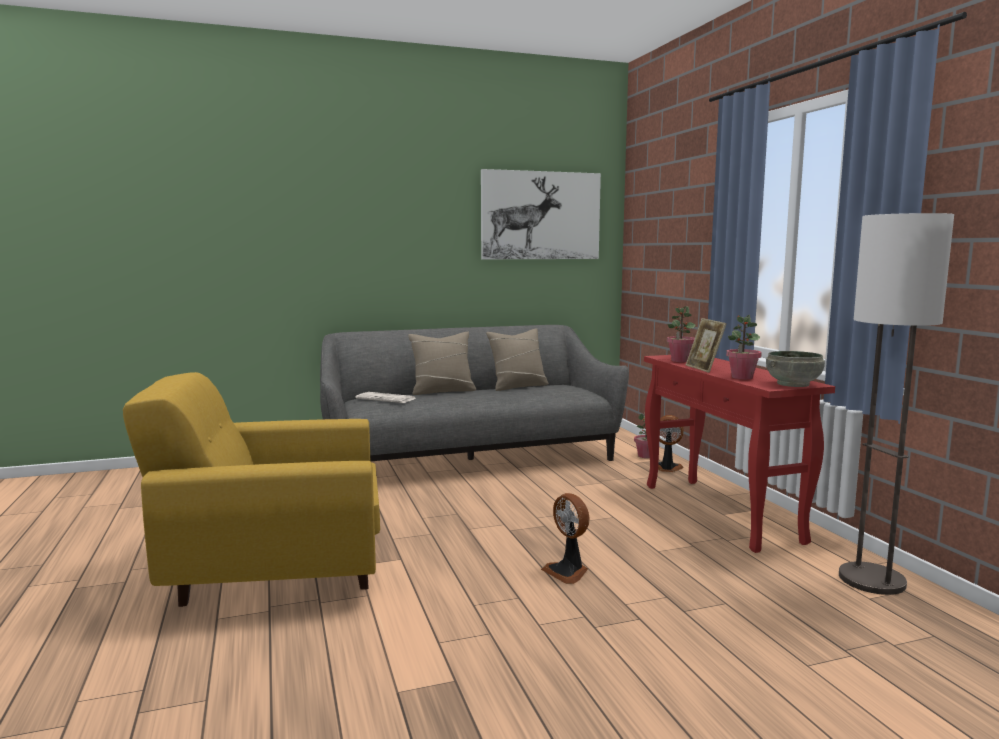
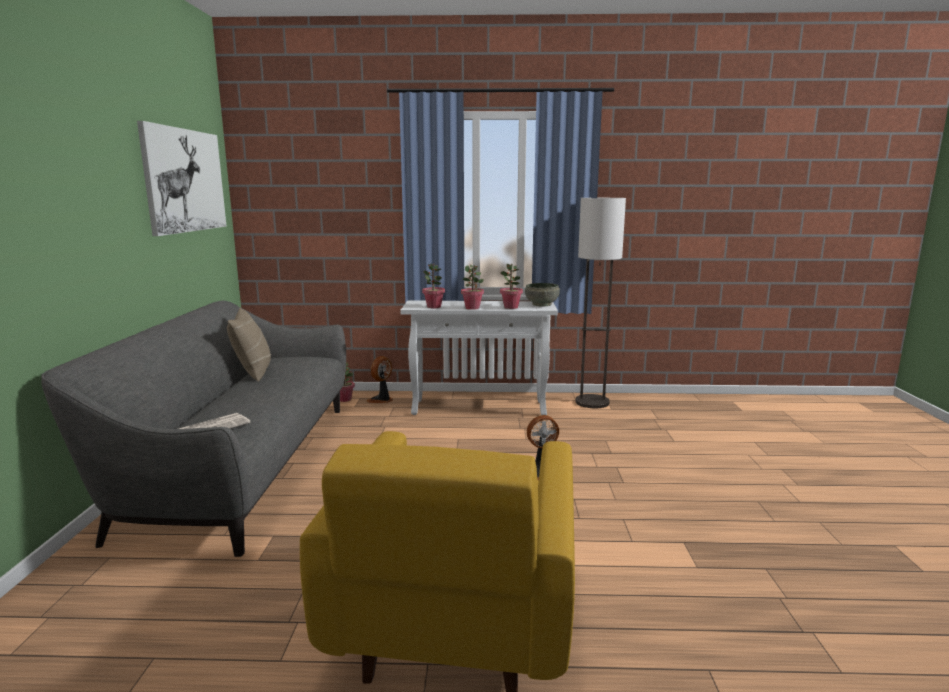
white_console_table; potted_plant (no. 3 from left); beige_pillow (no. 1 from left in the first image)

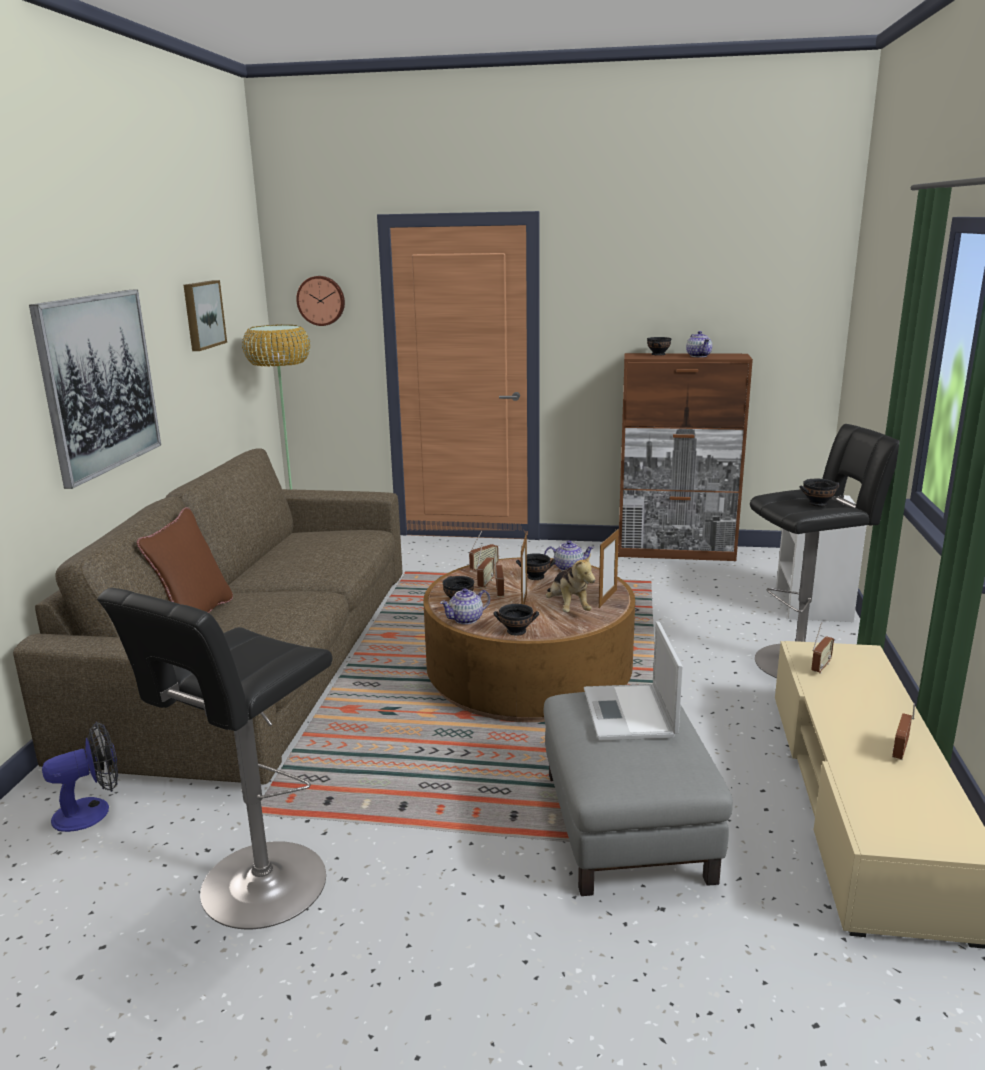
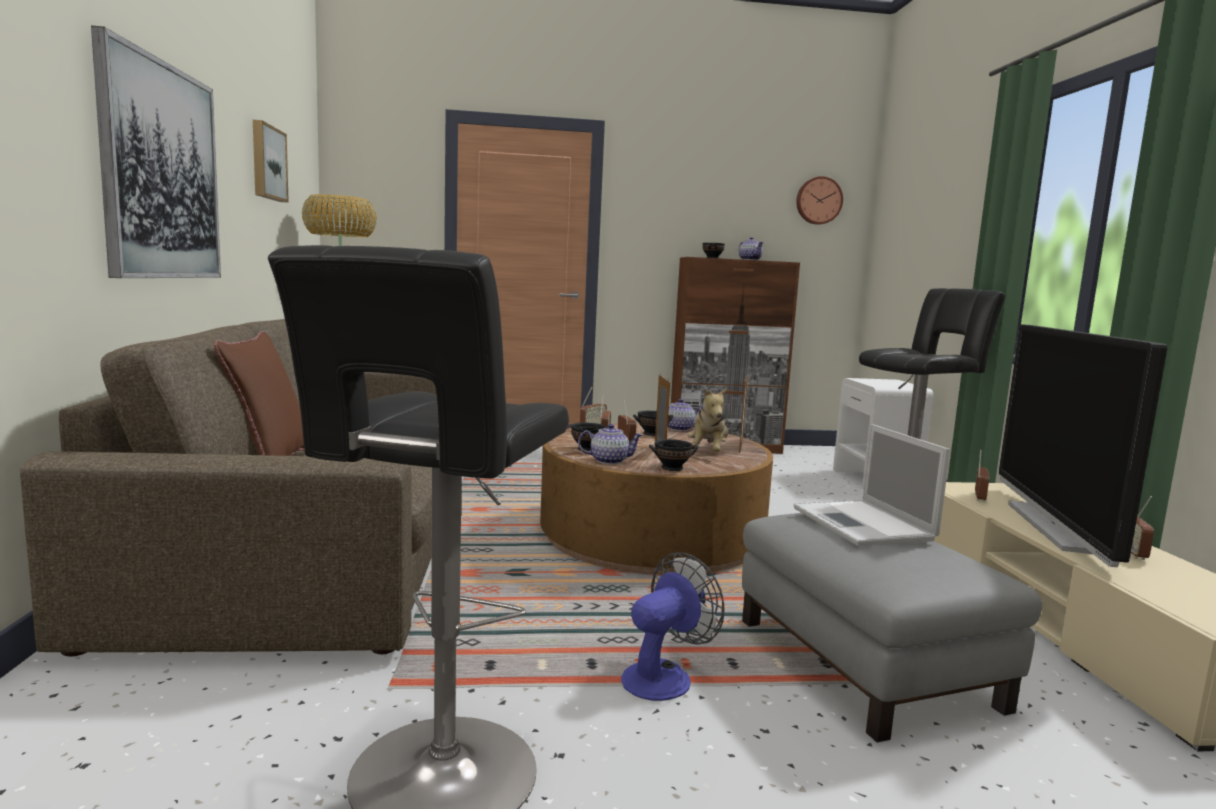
teapot (no. 1 from left); fan; plush_toy; wall_clock; television; black_bowl (no. 5 from left in the first image)

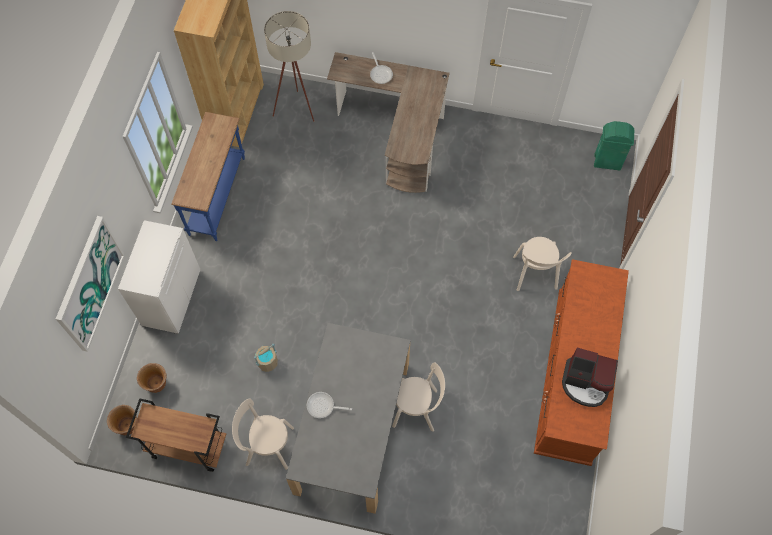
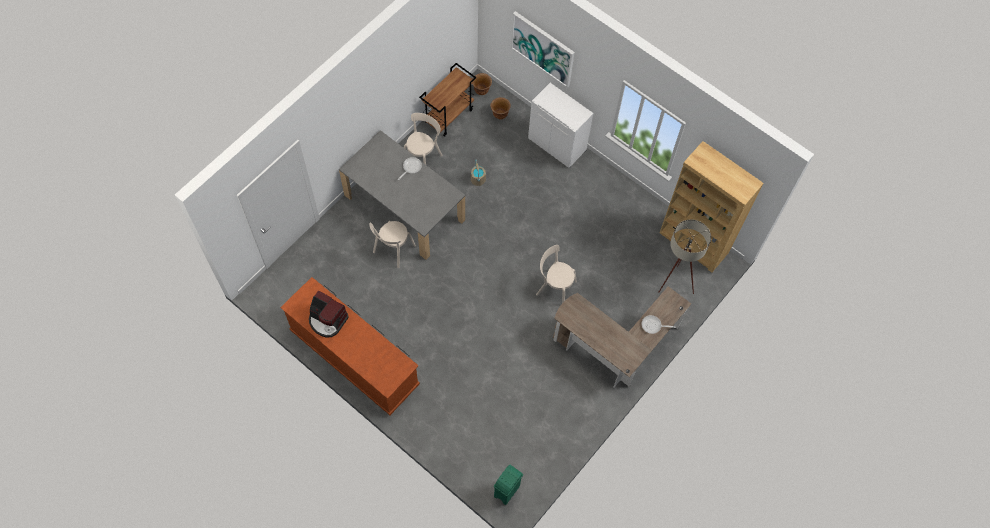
coffee_machine; beige_chair (no. 3 from left); blue_console_table

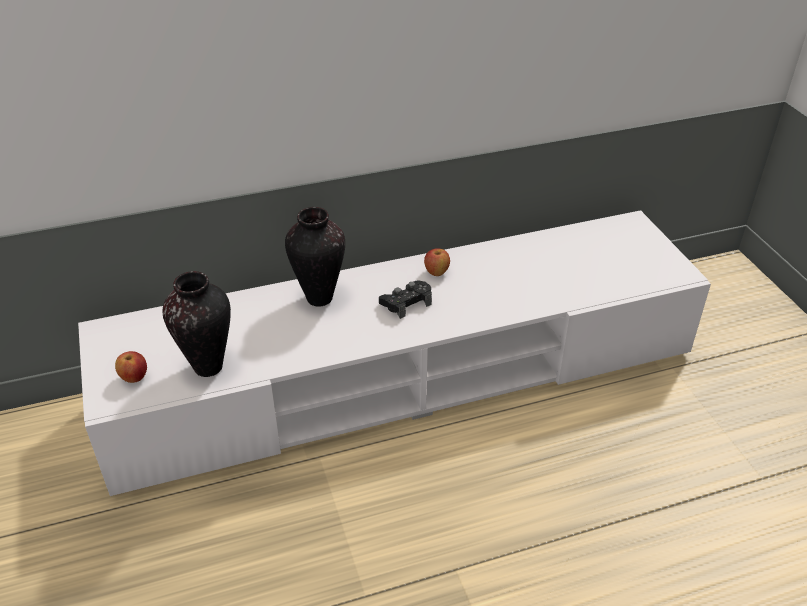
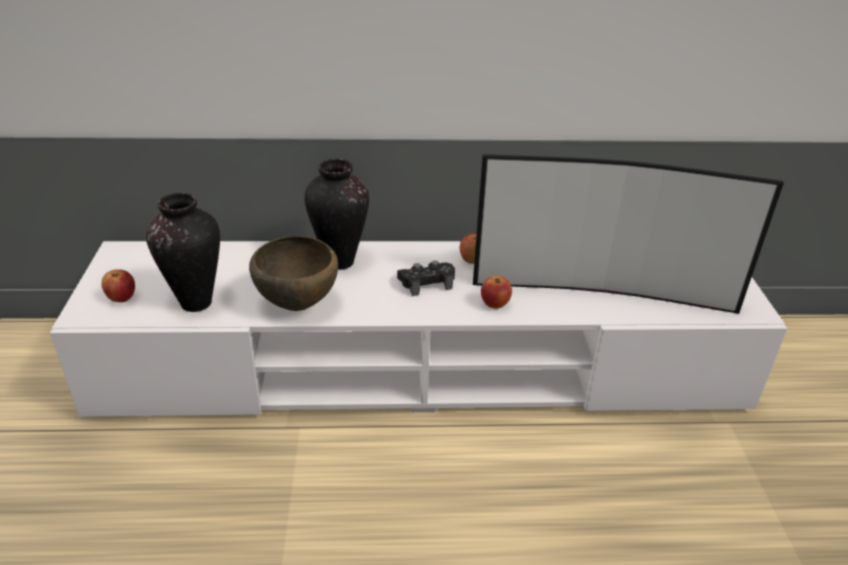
brown_bowl; television; apple (no. 3 from left)

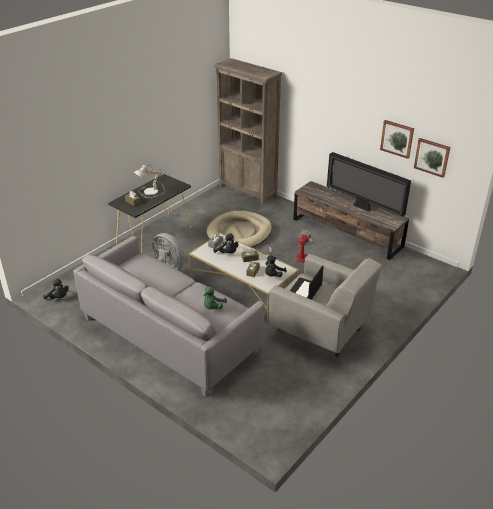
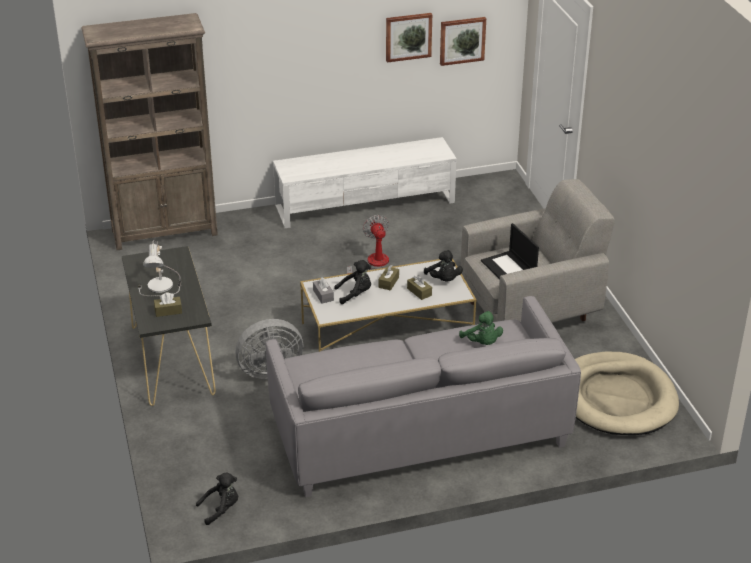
white_tv_stand; beige_dog_bed; television

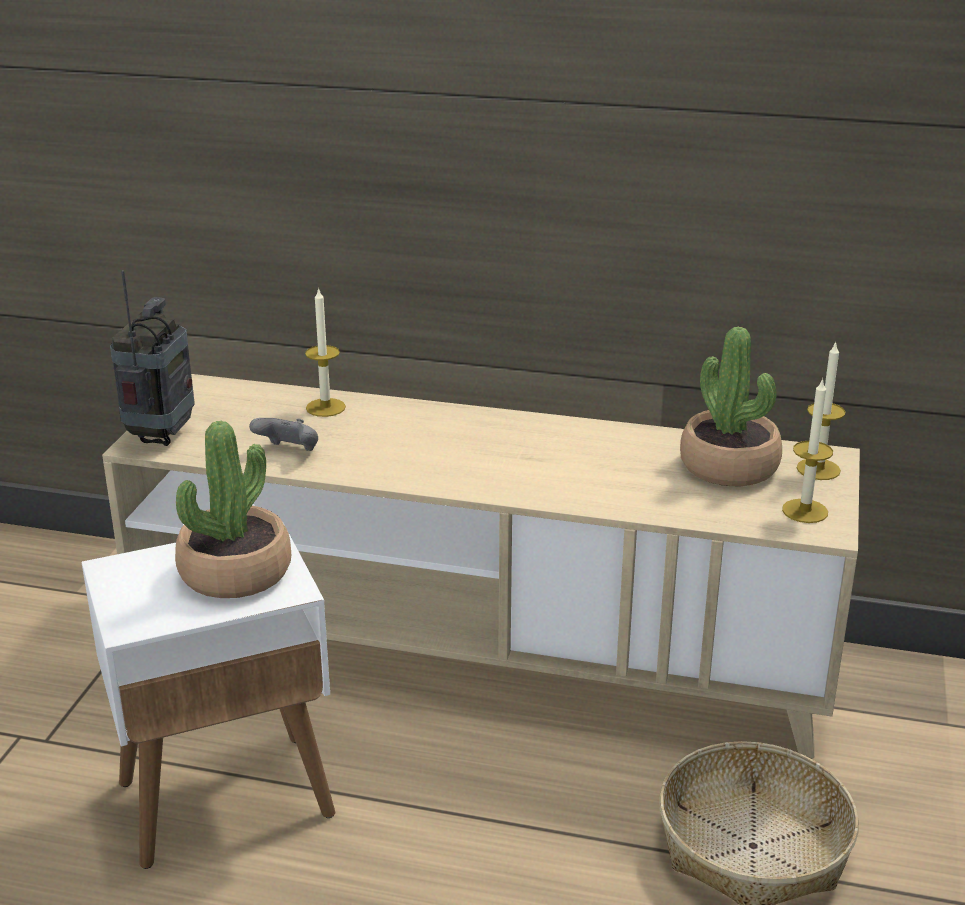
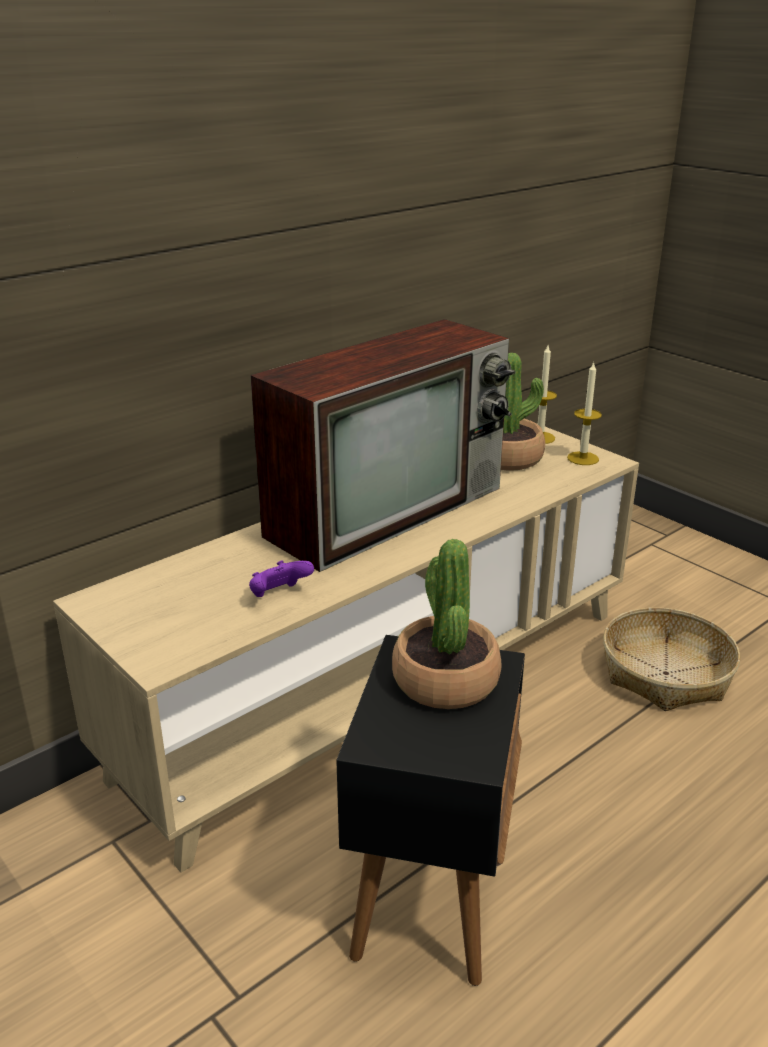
purple_game_controller; television; black_side_table; radio; candle (no. 1 from left in the first image)

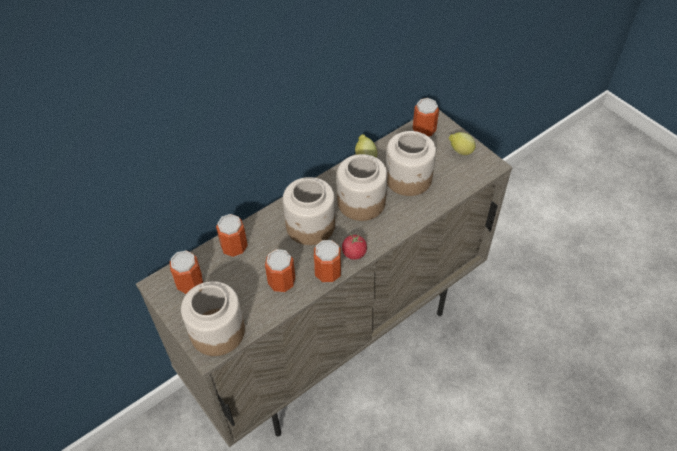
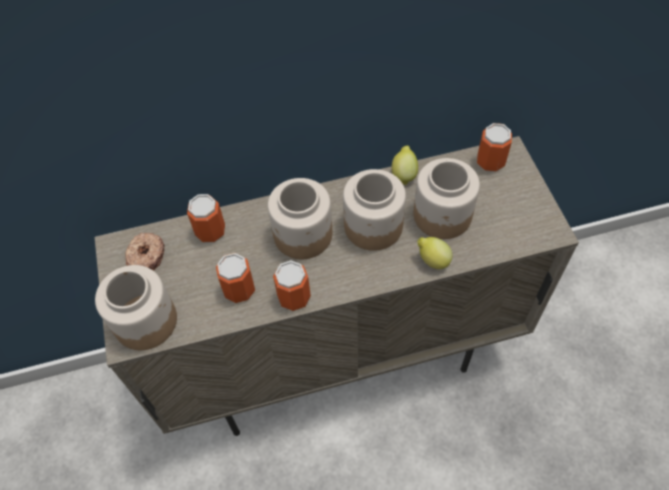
donut; lemon (no. 2 from left); tomato

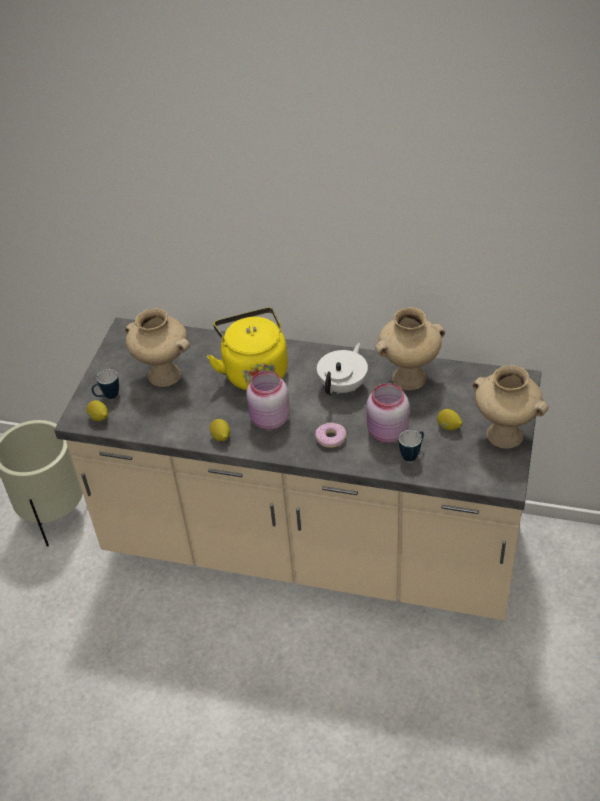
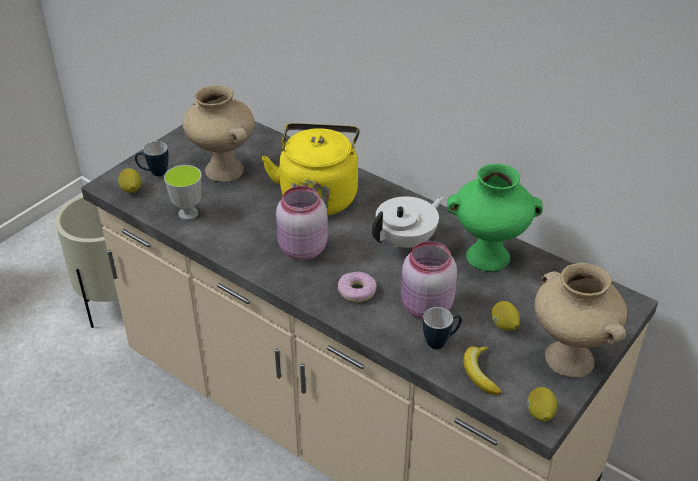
cup; green_vase; banana; lemon (no. 3 from left)

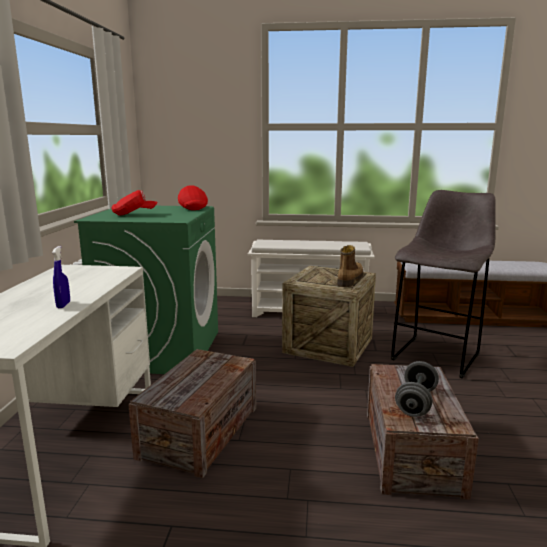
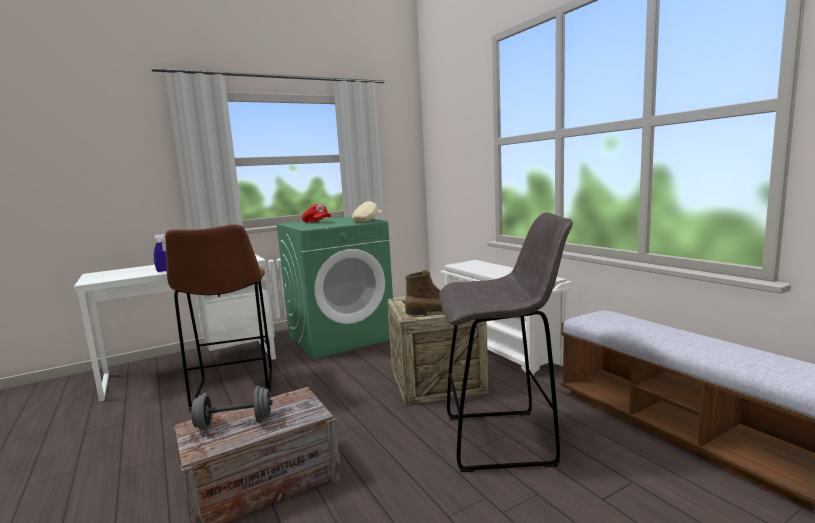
brown_stool; beige_cap

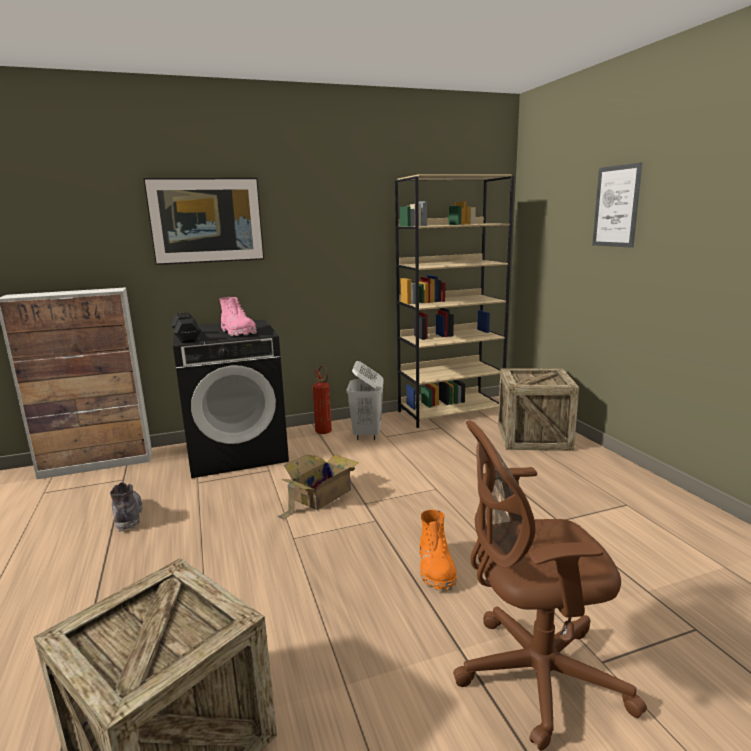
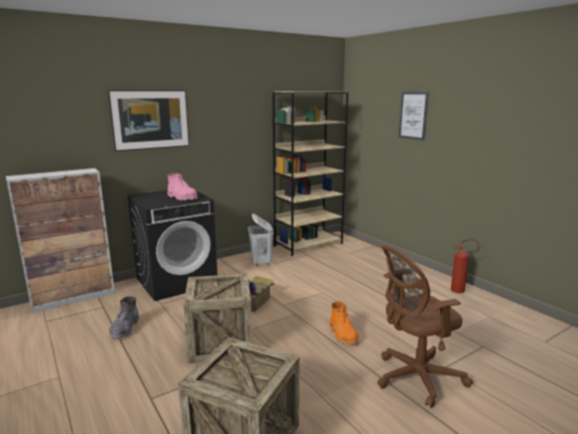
grey_boot; crate (no. 1 from left); fire_extinguisher; black_dumbbell

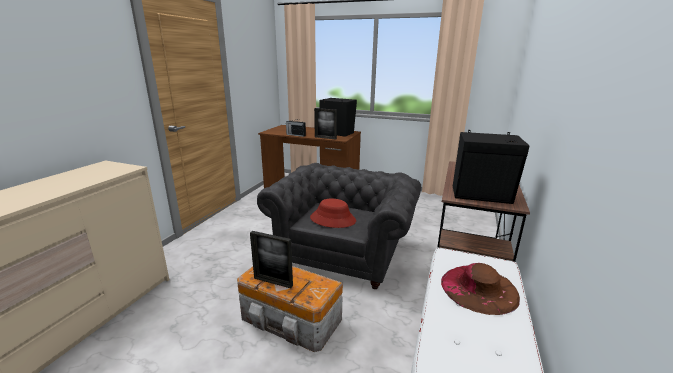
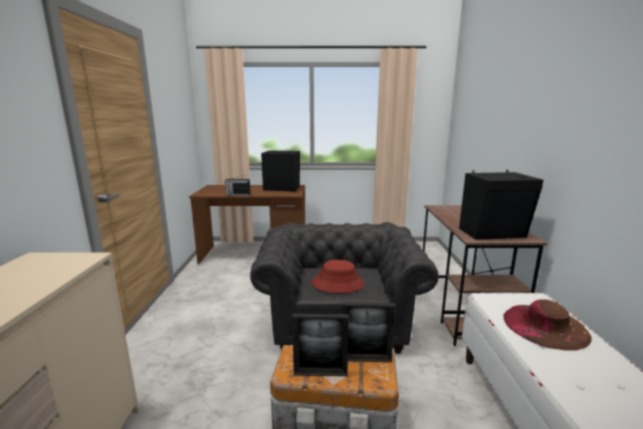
picture_frame (no. 2 from left)

